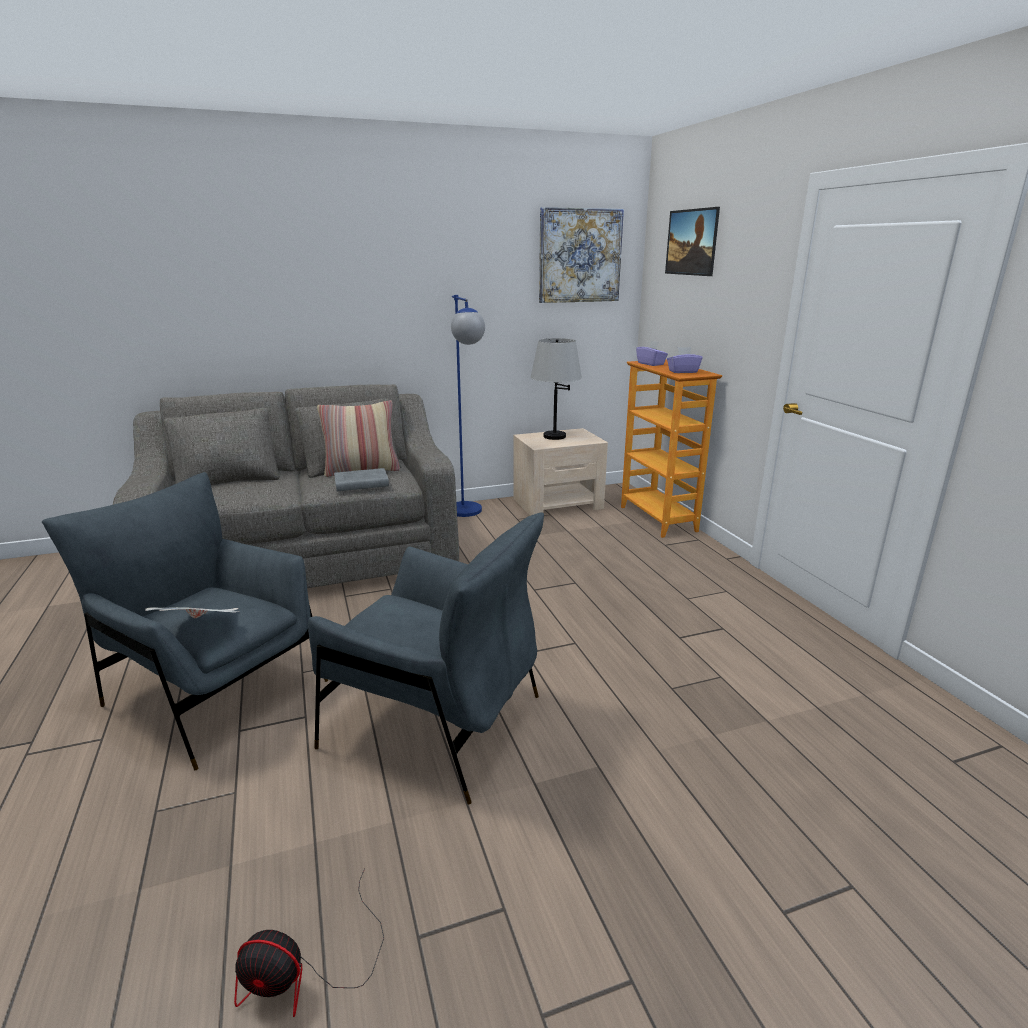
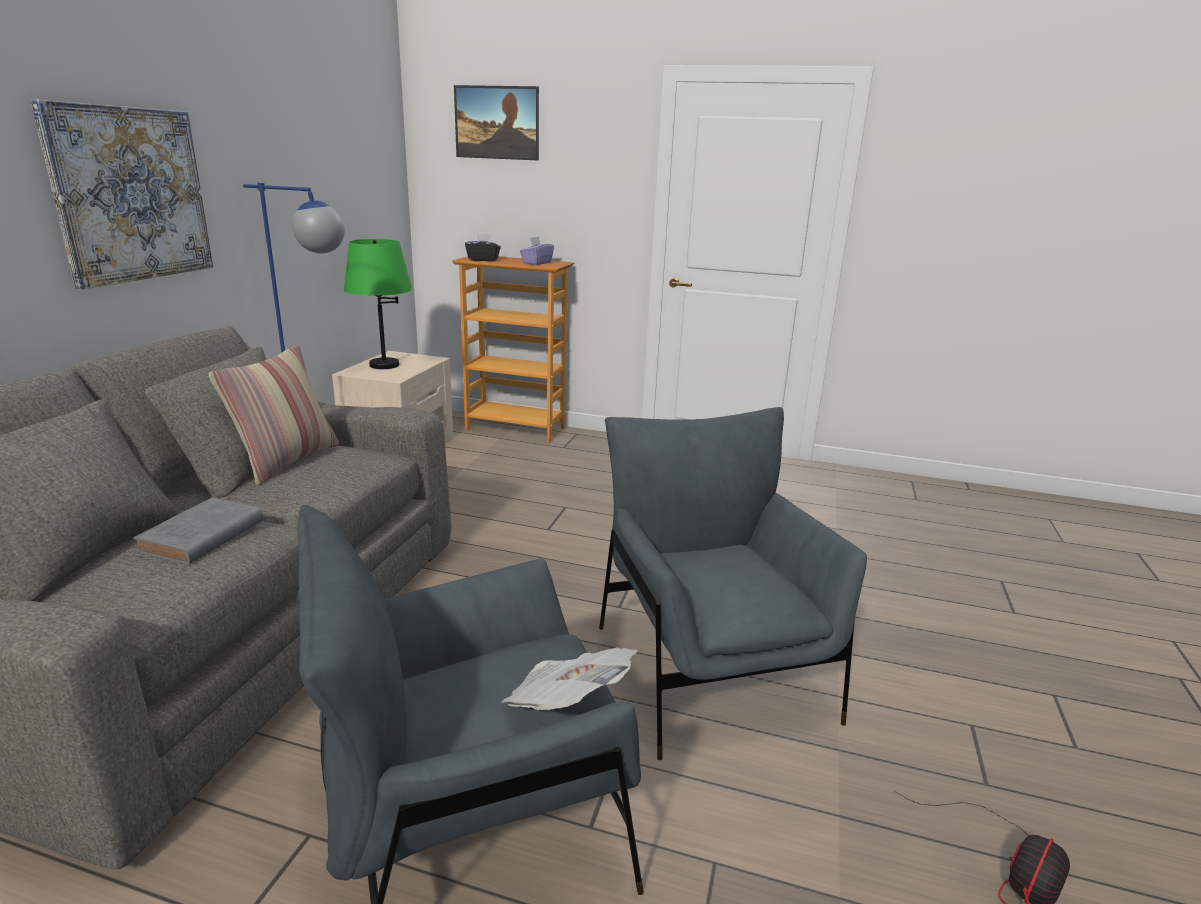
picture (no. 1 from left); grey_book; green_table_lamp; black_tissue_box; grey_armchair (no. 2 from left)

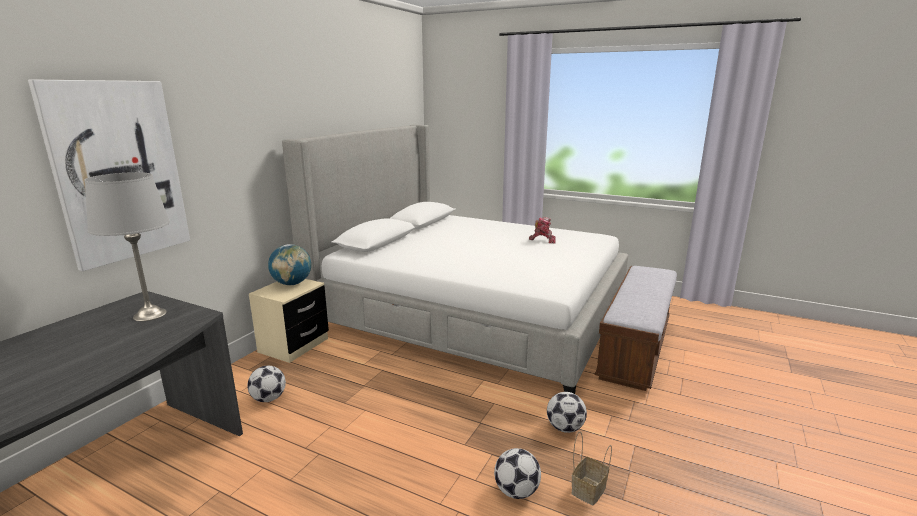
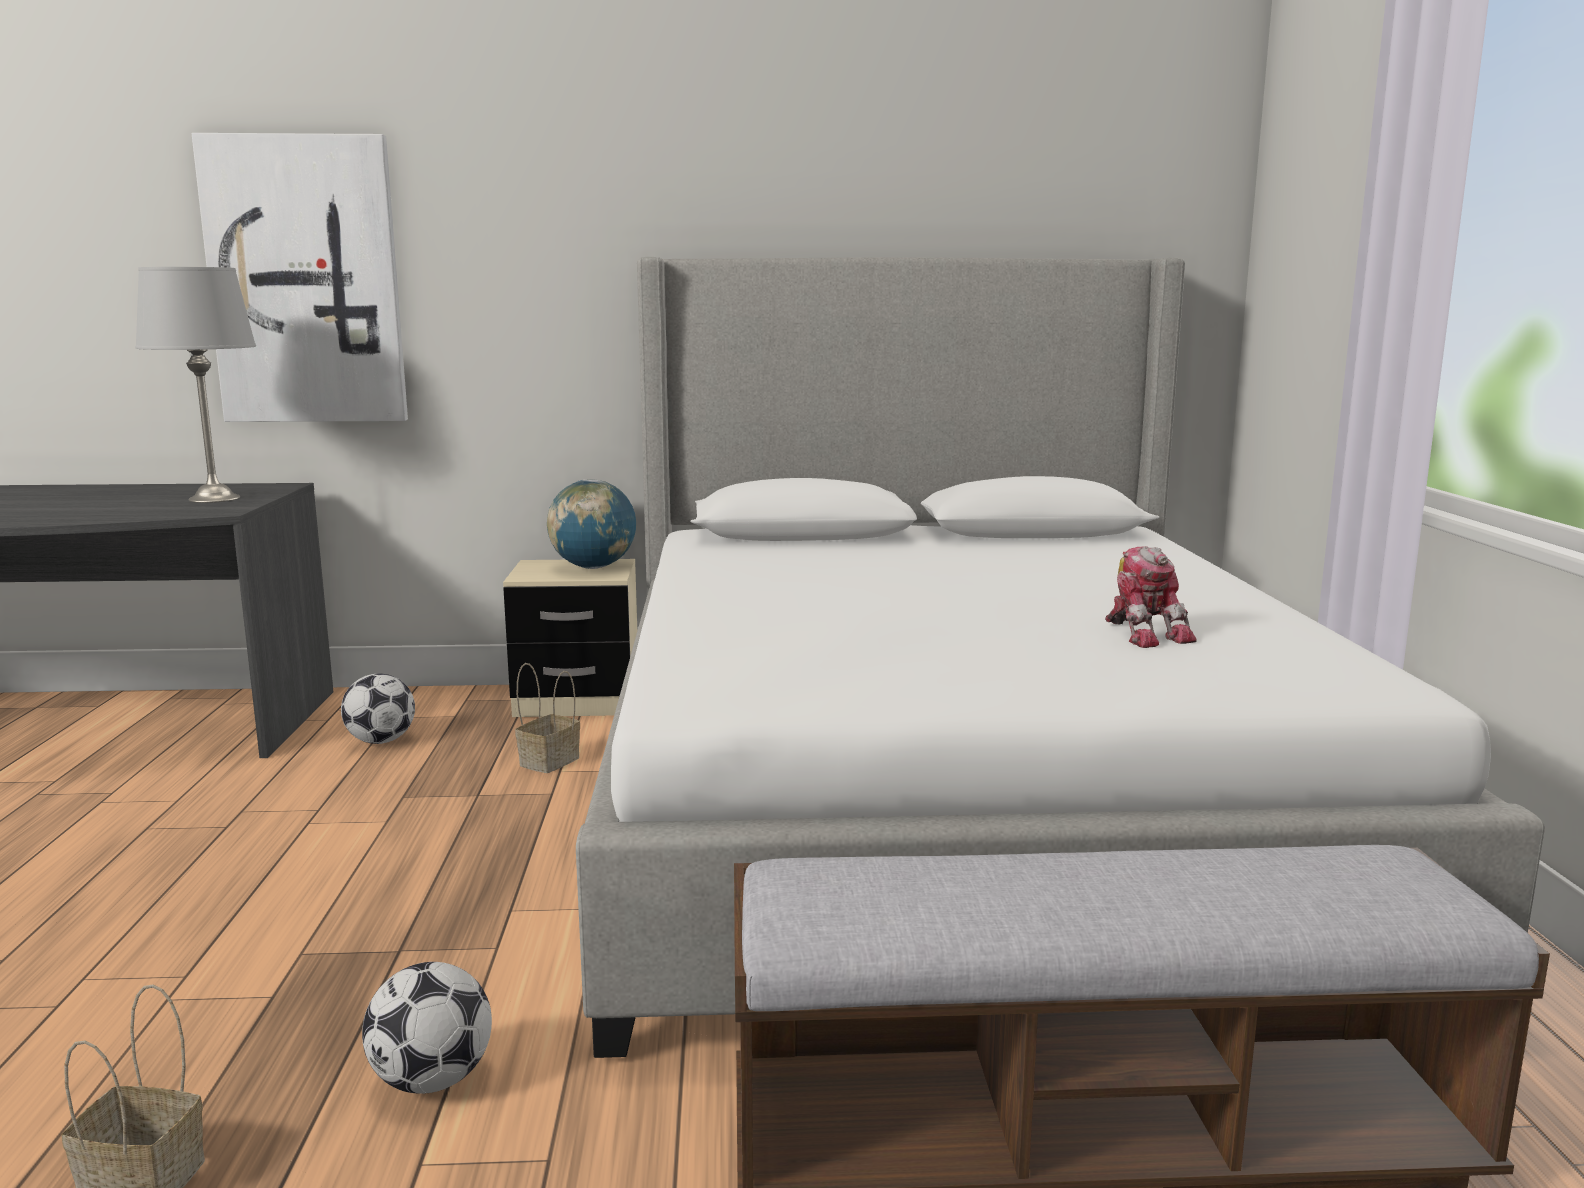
basket (no. 2 from left); football (no. 2 from left in the first image)

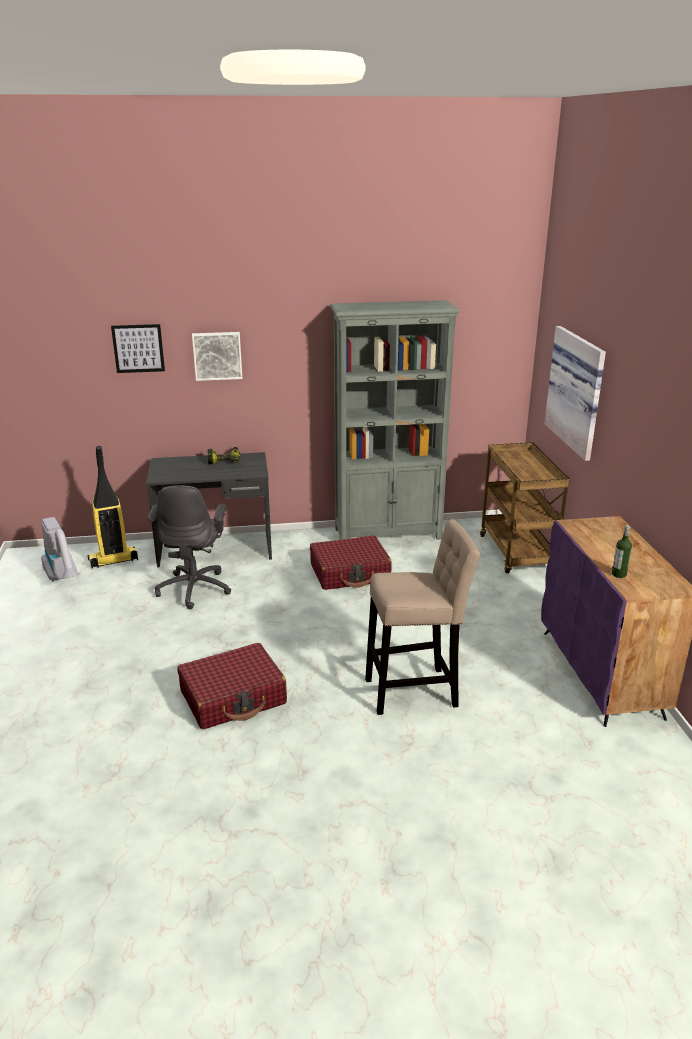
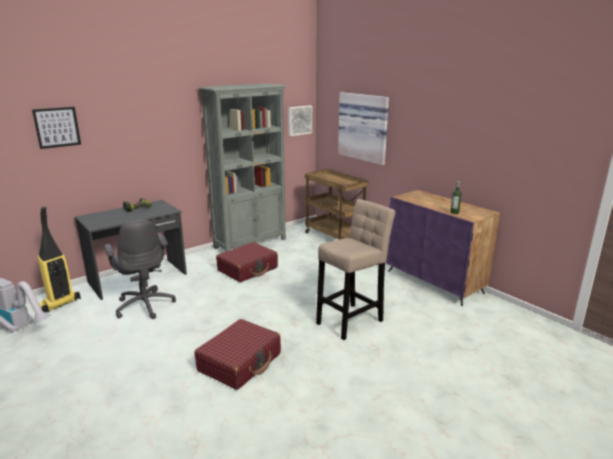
picture (no. 2 from left)

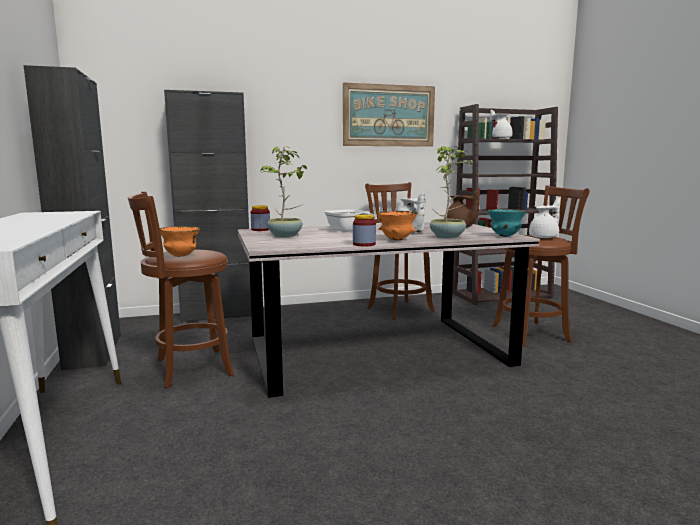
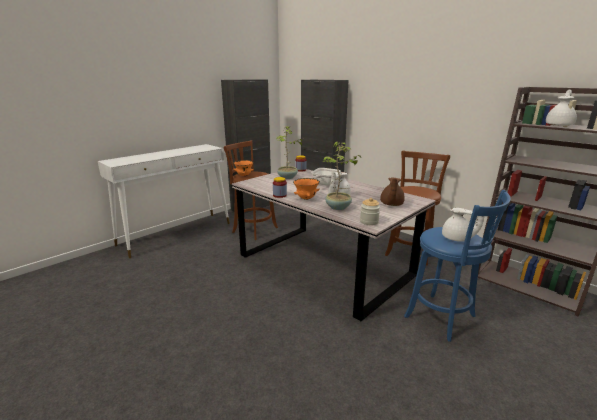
jar (no. 3 from left); blue_stool; picture

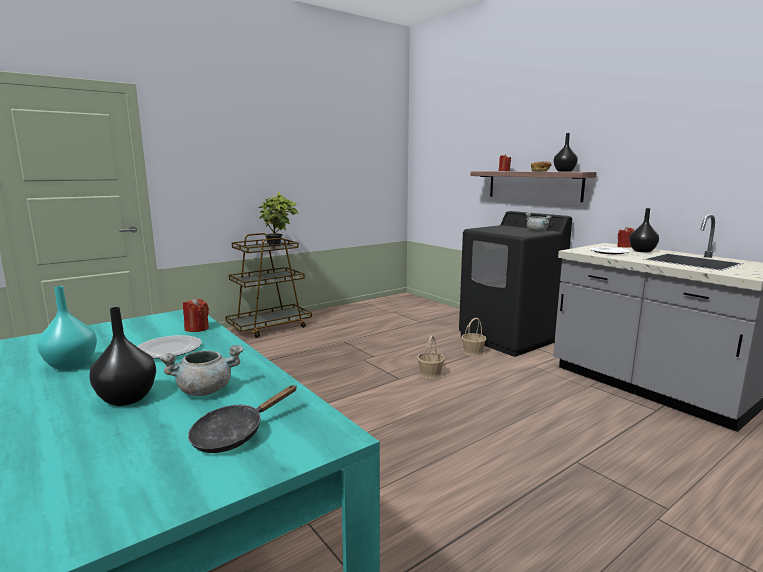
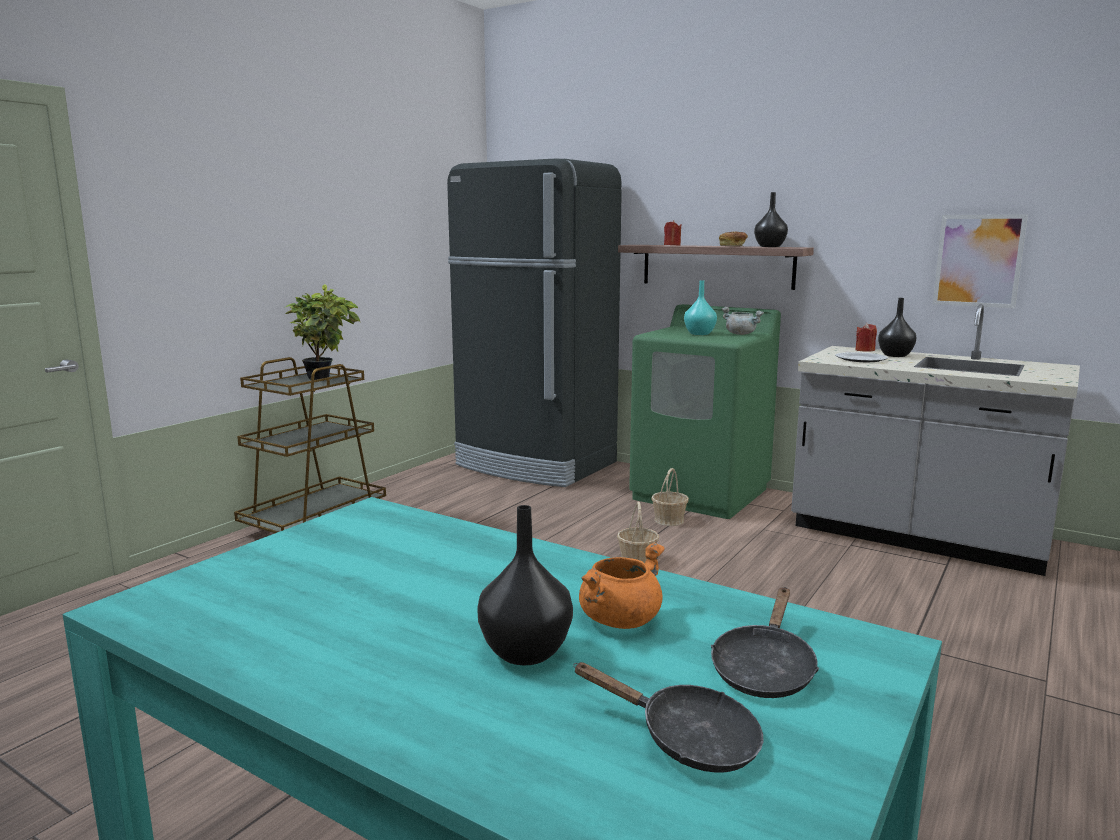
black_fridge; black_frying_pan (no. 1 from left); orange_cooking_pot; green_washing_machine; turquoise_vase; picture; plate (no. 1 from left in the first image); red_candle (no. 1 from left in the first image)

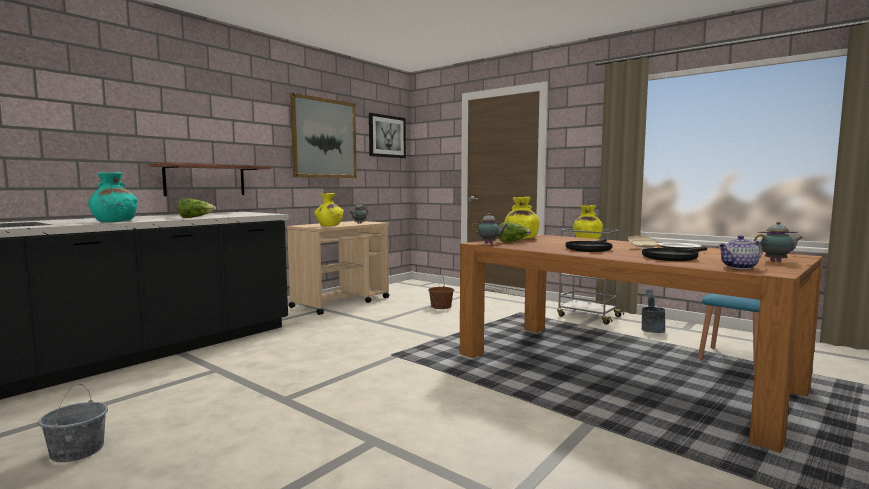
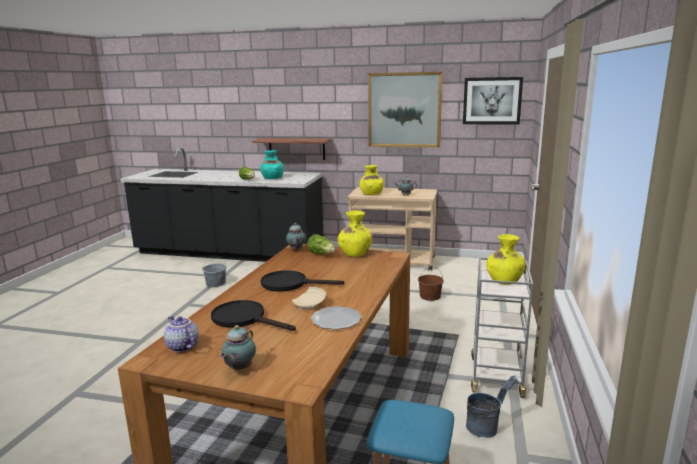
grey_bucket (no. 1 from left); teapot (no. 2 from left); turquoise_vase

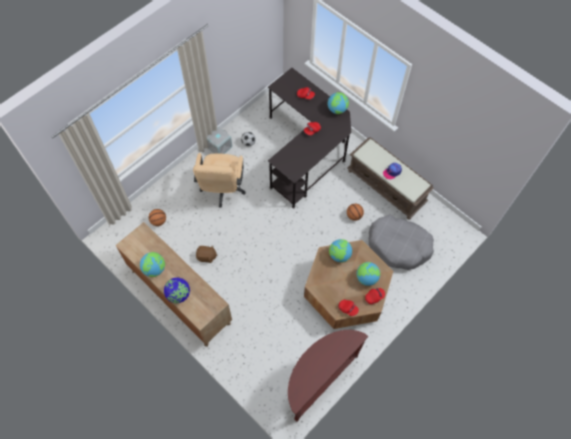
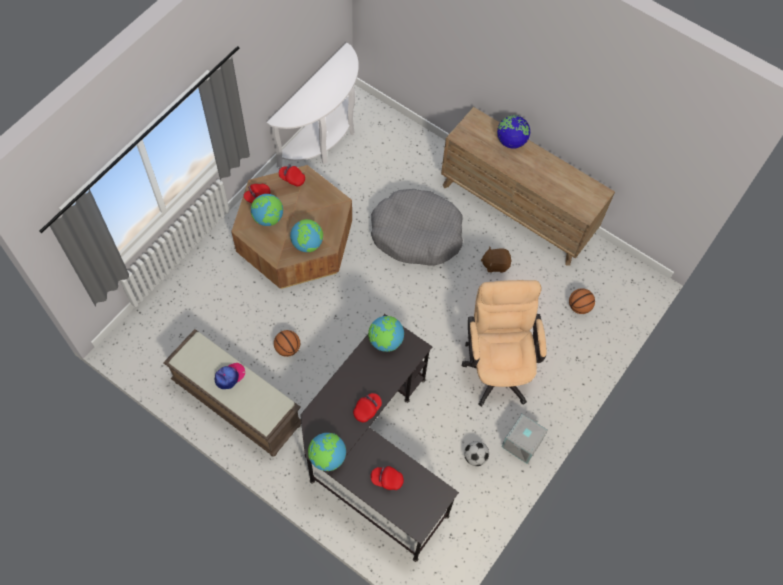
white_console_table; globe (no. 4 from left); grey_dog_bed

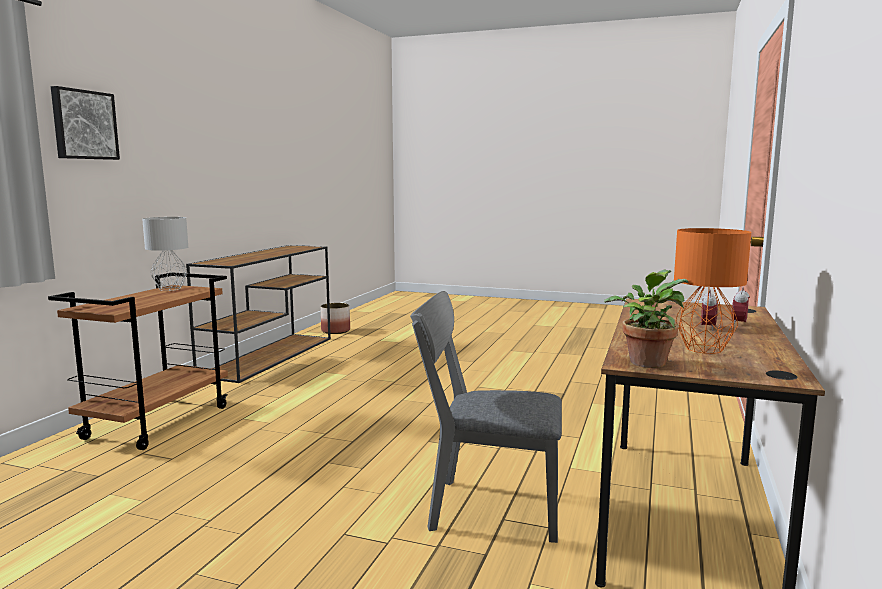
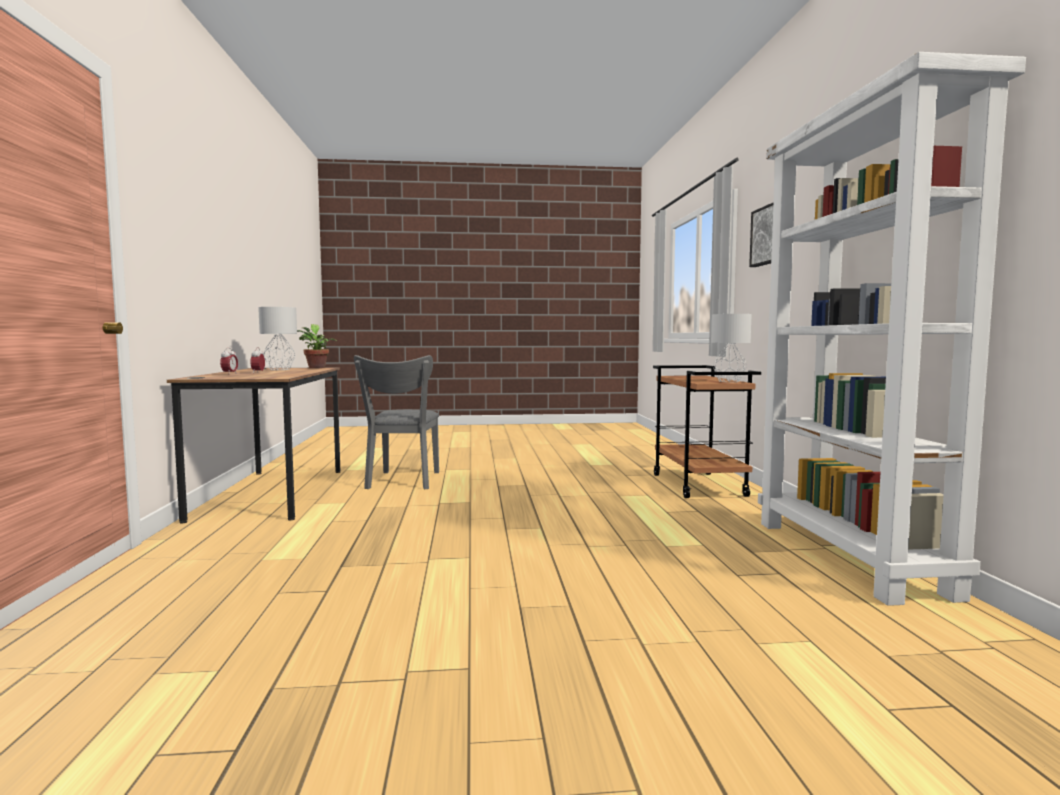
grey_table_lamp (no. 1 from left); grey_chair; white_bookcase; planter

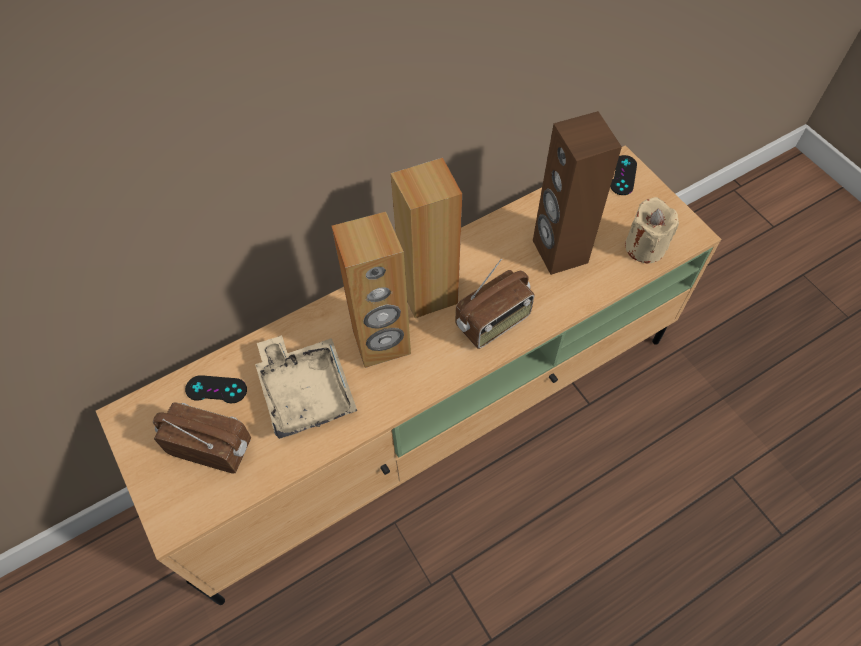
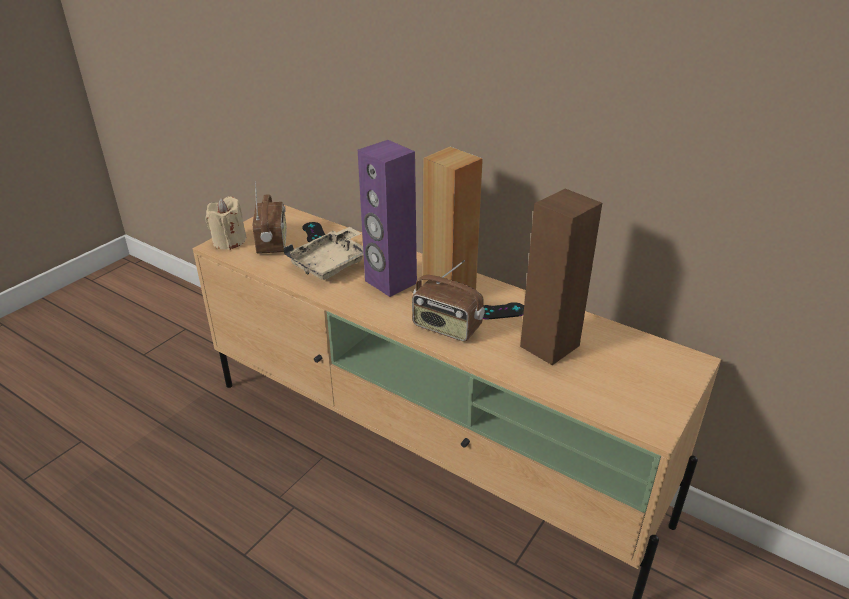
beige_candle; purple_speaker; black_game_controller (no. 2 from left)

